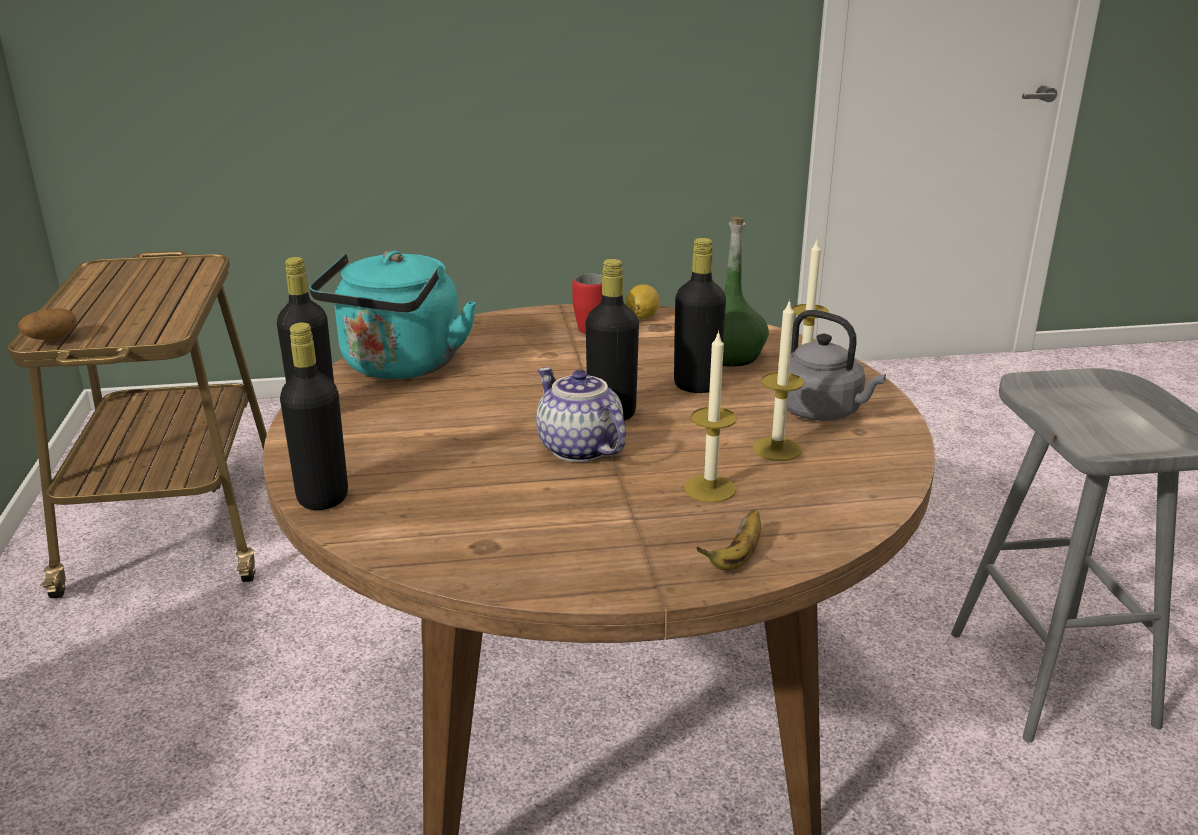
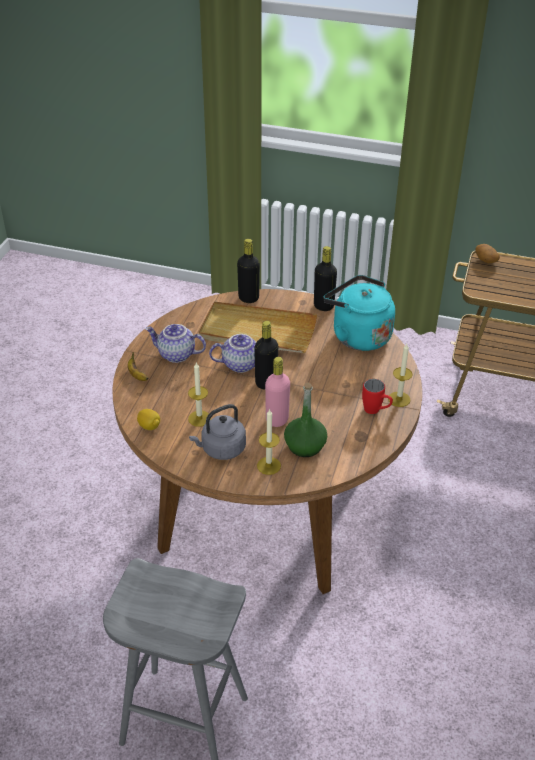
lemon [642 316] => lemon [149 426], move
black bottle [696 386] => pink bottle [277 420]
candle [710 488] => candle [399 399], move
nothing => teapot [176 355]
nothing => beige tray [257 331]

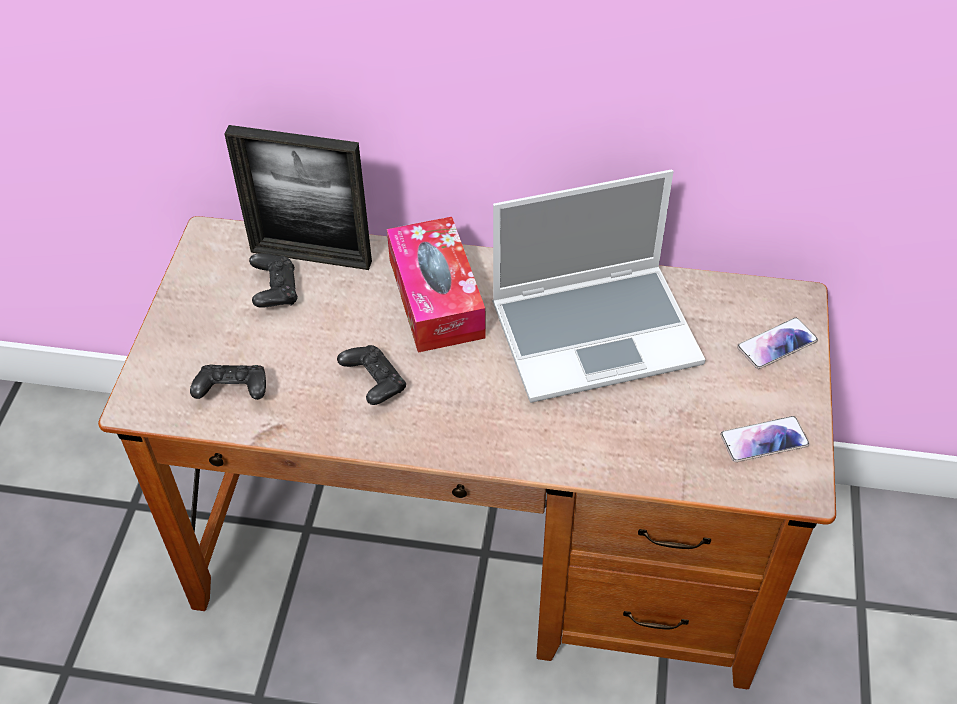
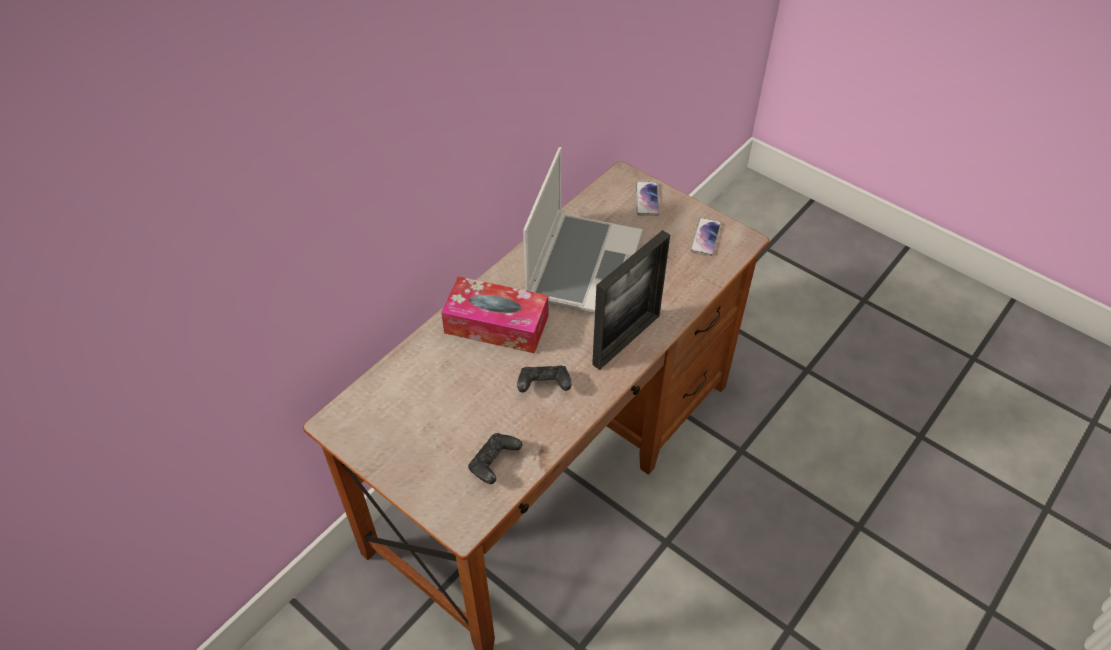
picture frame [311 256] => picture frame [626 340], move
black game controller [275 291] => nothing

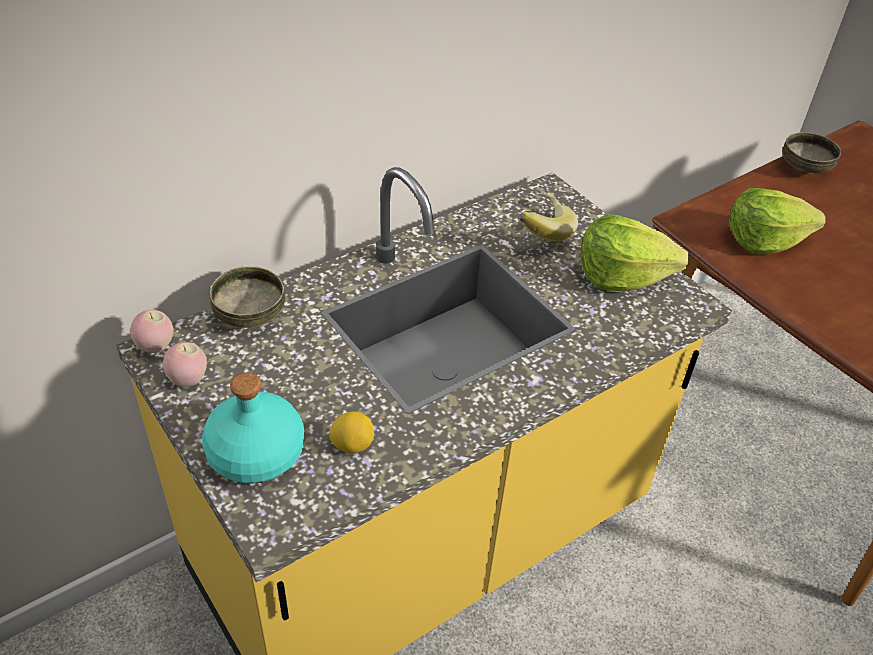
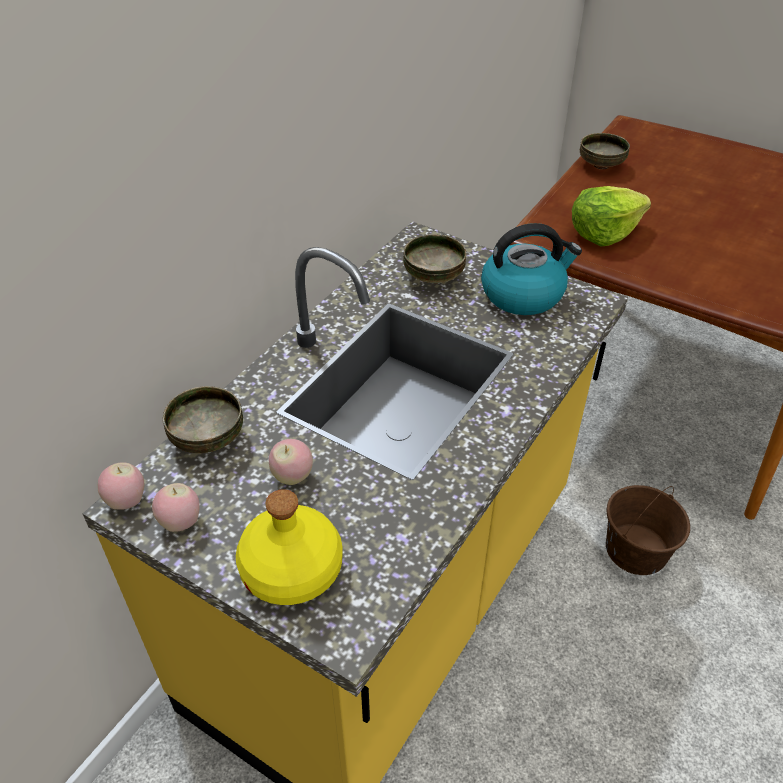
turquoise bottle [255 453] => yellow bottle [291 570]
lemon [352 445] => nothing
banana [541 232] => bowl [433 276]
lettuce [622 275] => kettle [523 294]
nothing => apple [292 476]
nothing => brown bucket [636 549]

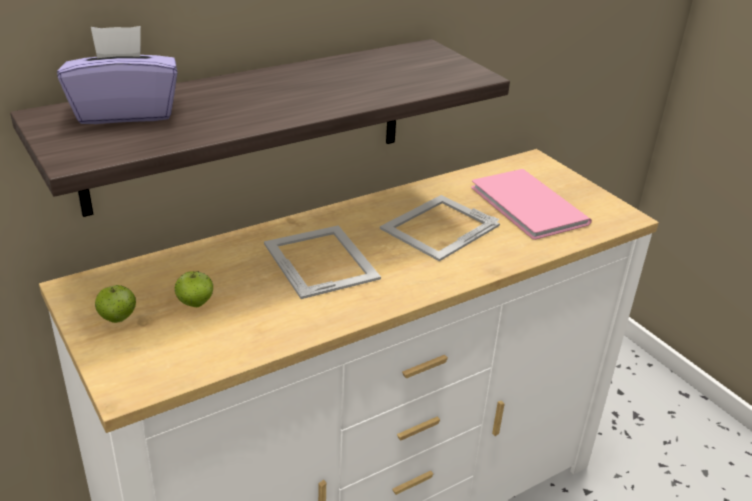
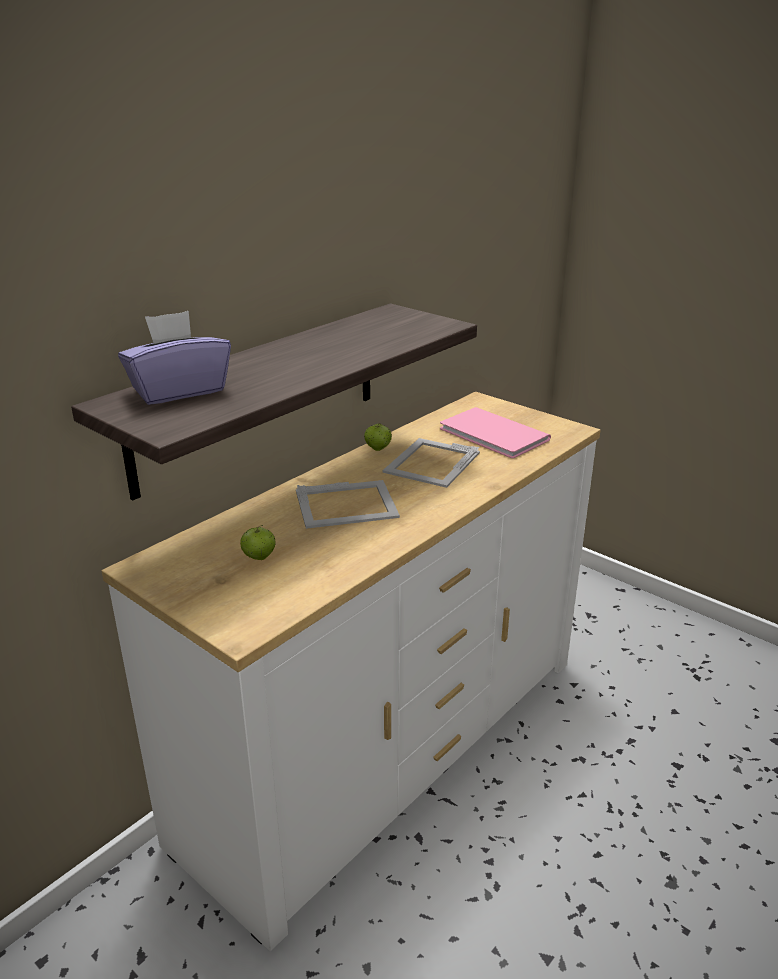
apple [118 318] => apple [378 448], move
picture frame [321 260] => picture frame [347 504], 120 degrees clockwise

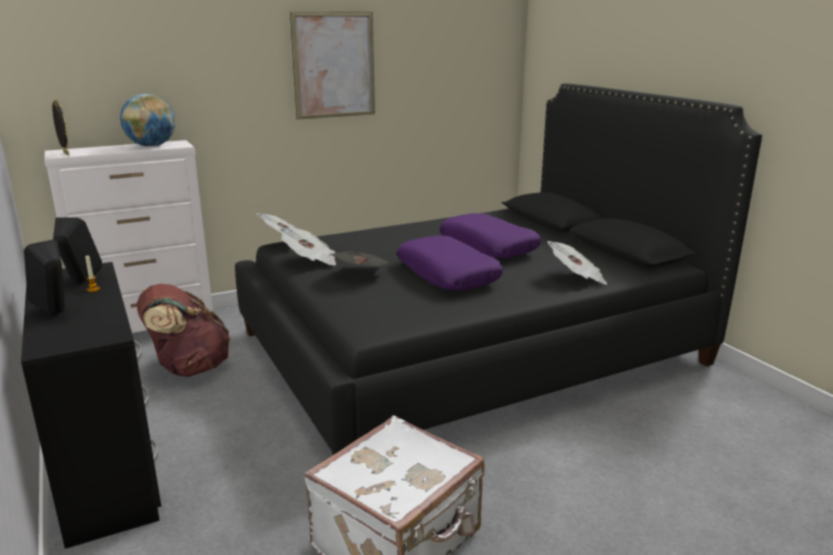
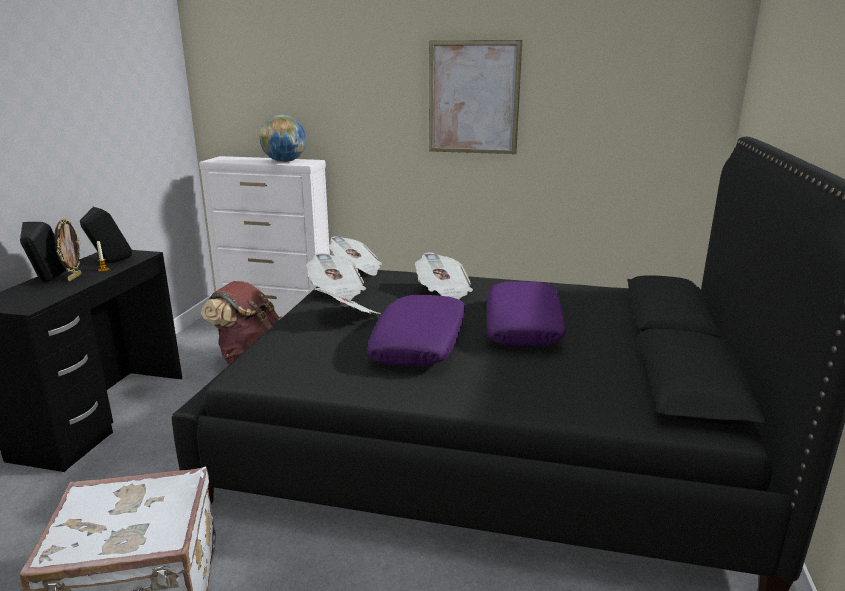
picture frame [65 154] => picture frame [74 277], move
newspaper [576 278] => newspaper [443 292], move

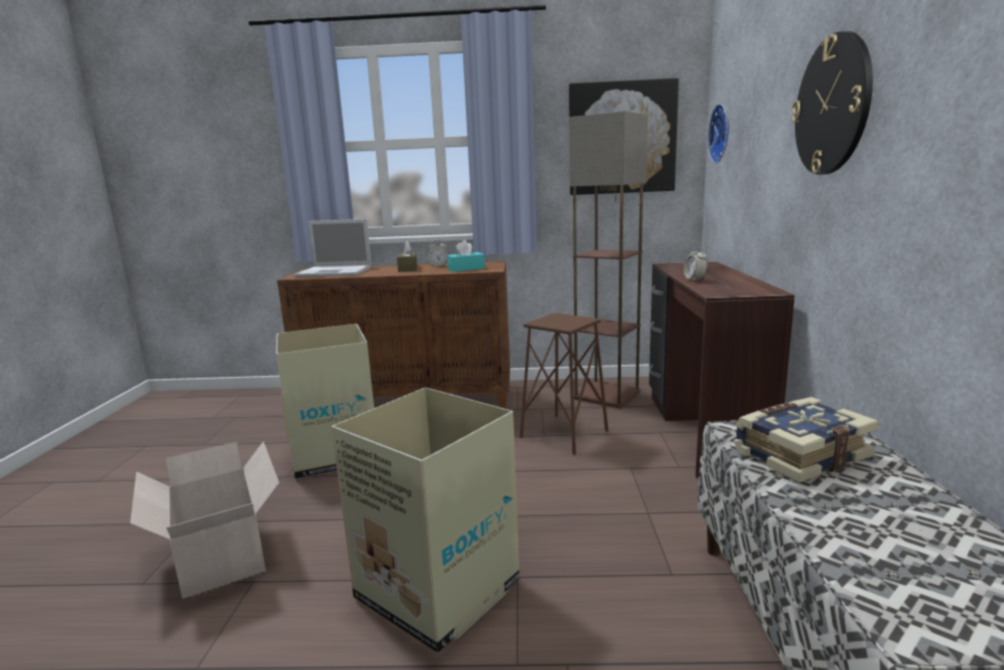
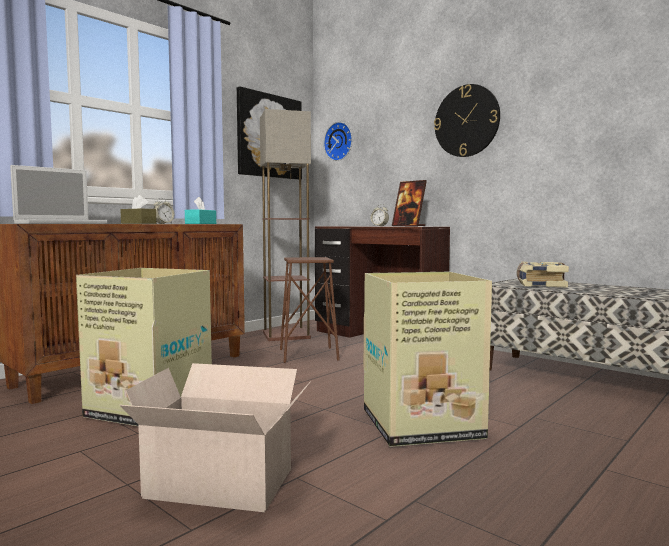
nothing => picture frame [408 226]

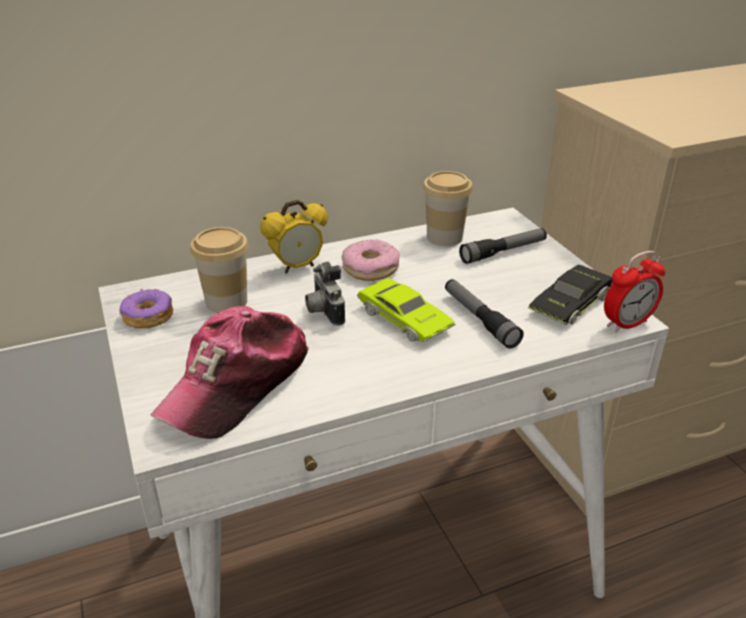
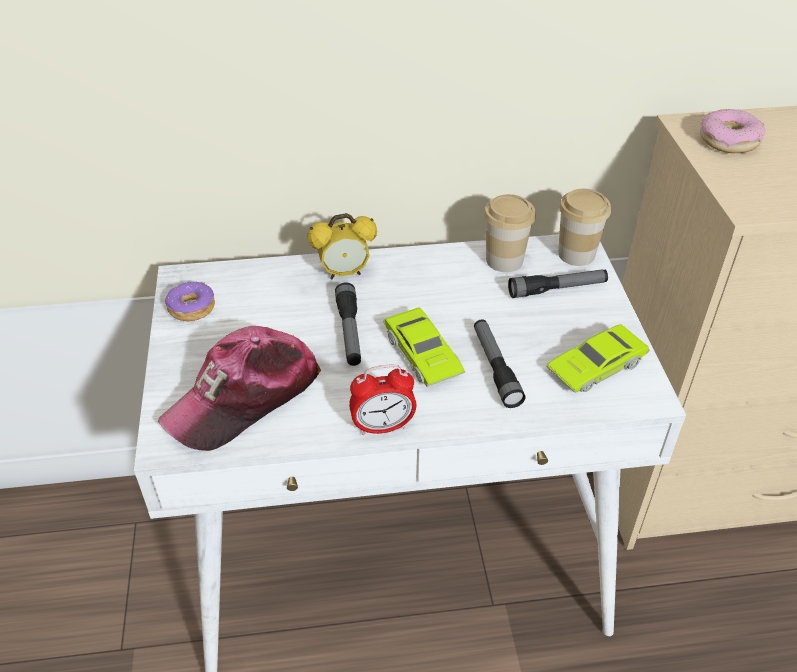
cup [226 302] => cup [576 254], move
photo camera [323 312] => flashlight [349 331]
donut [370 268] => donut [729 140], move
black toy car [570 303] => green toy car [596 366]
alarm clock [627 324] => alarm clock [383 426], move

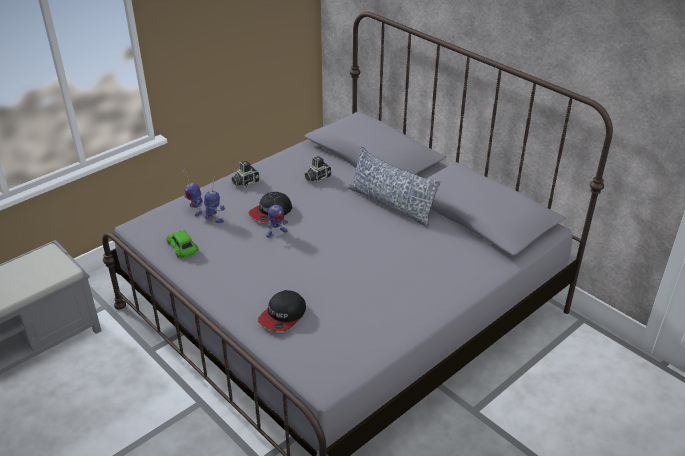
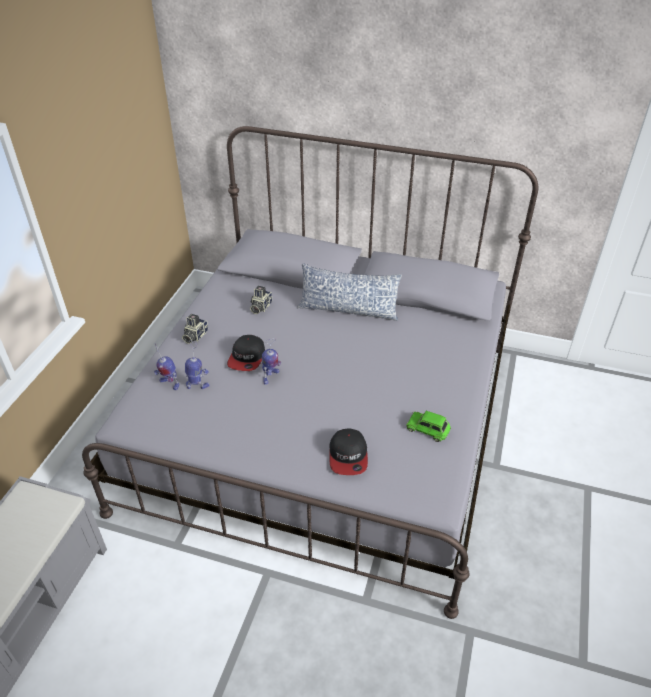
green toy car [183 247] => green toy car [428 429], move

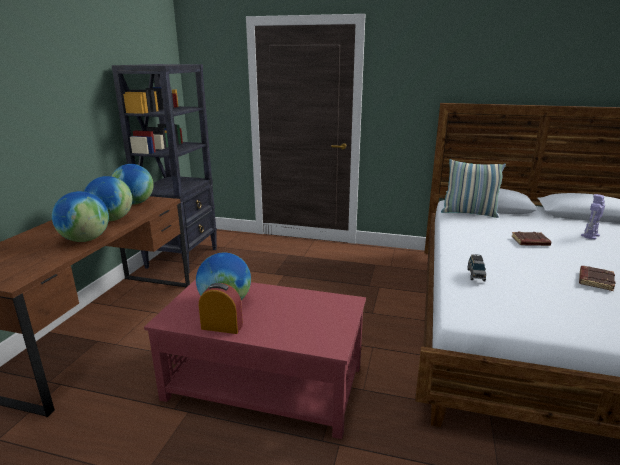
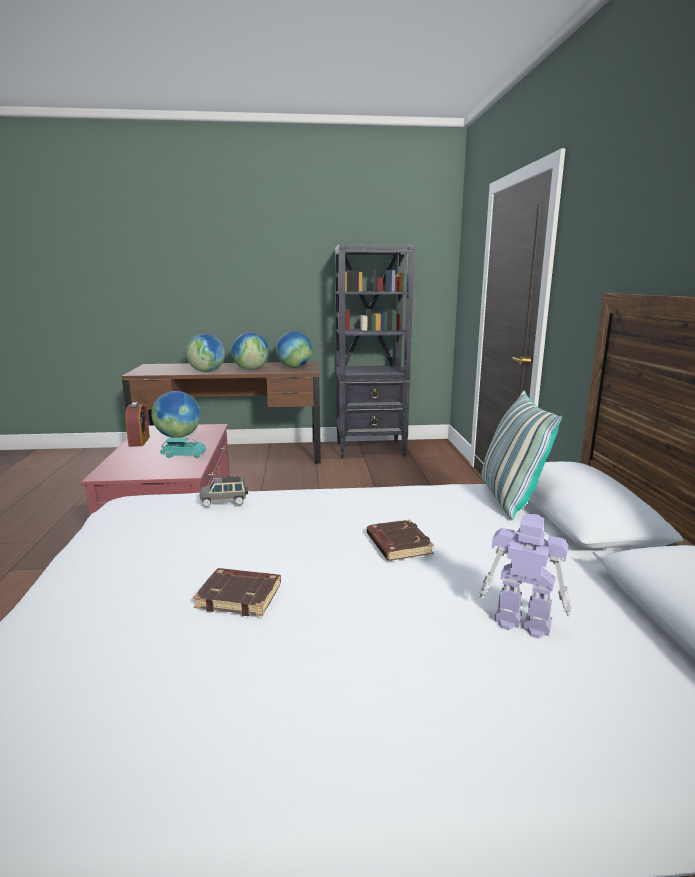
nothing => turquoise toy car [184 455]

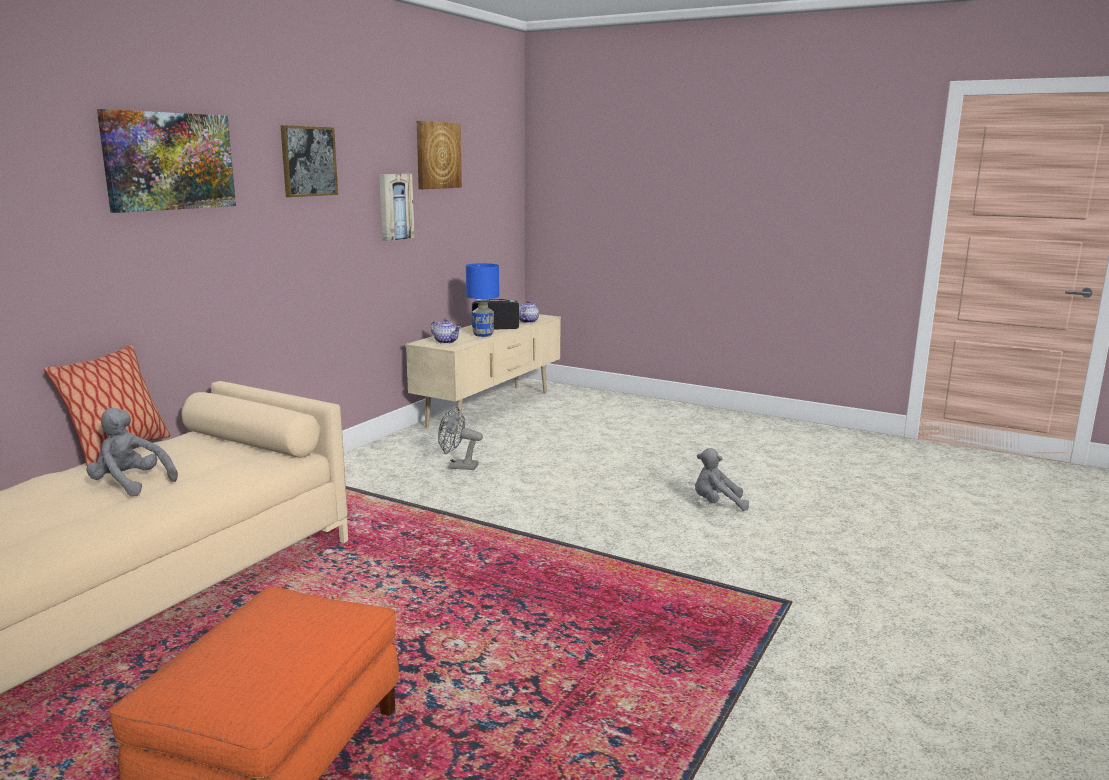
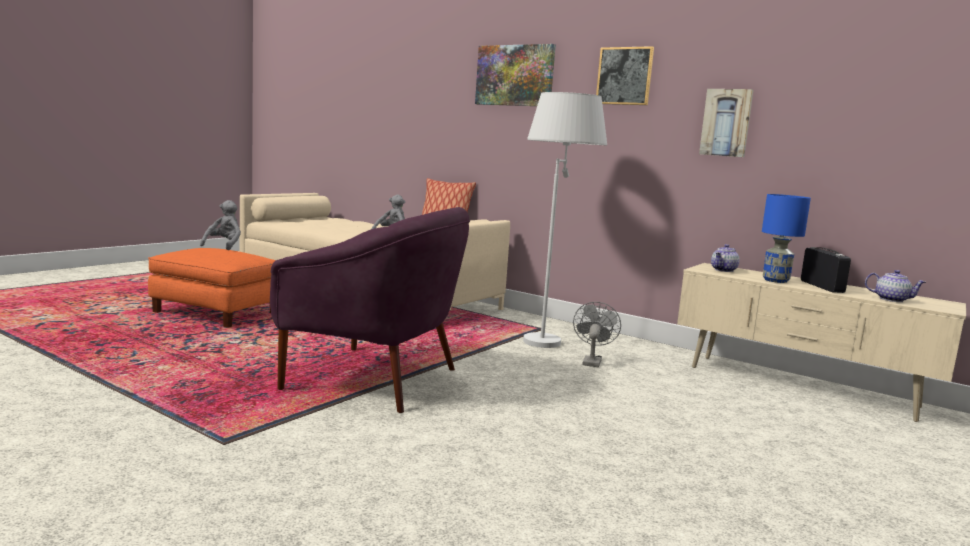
picture [437 155] => nothing
grey plush toy [717 504] => grey plush toy [224 246], move
nothing => purple armchair [374 378]
nothing => white floor lamp [549 337]

